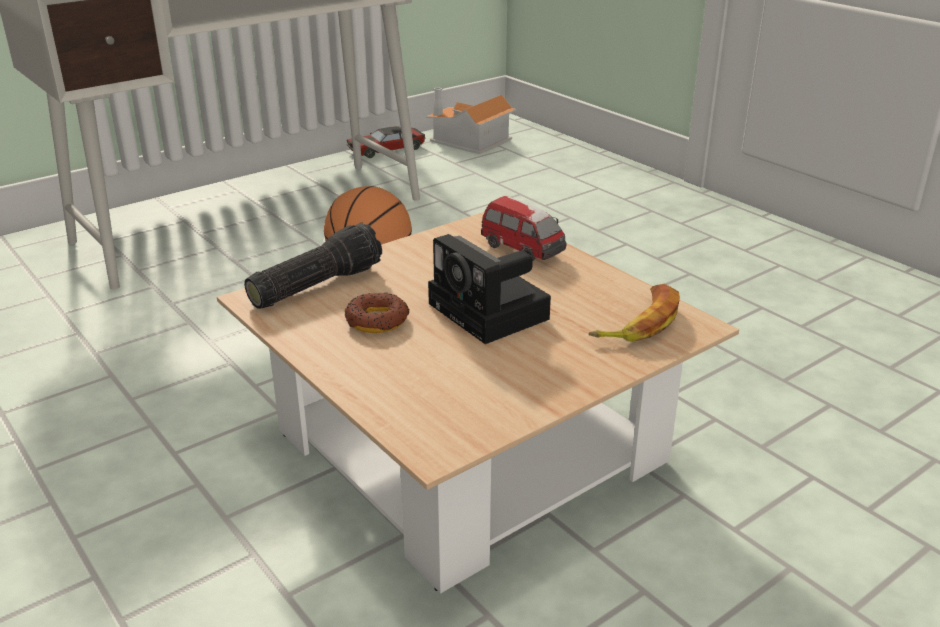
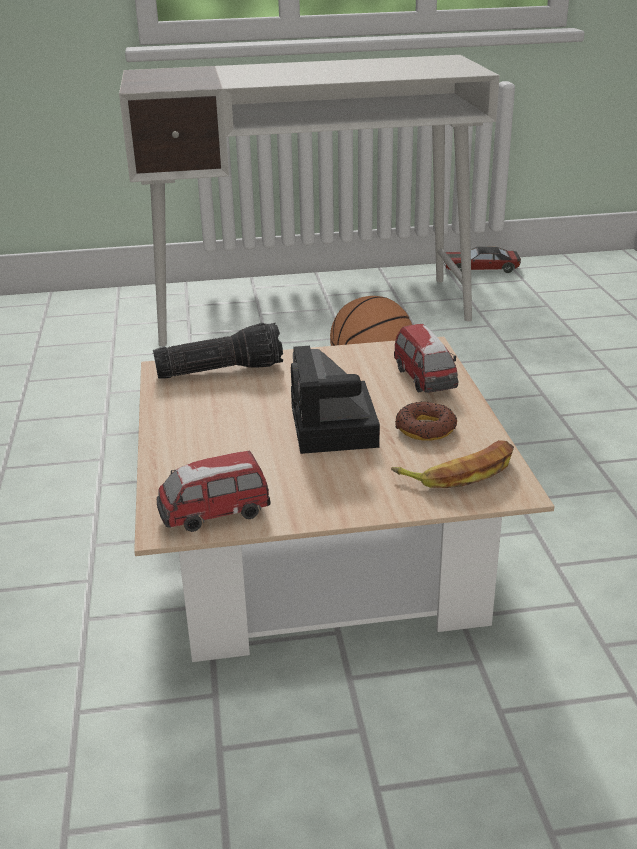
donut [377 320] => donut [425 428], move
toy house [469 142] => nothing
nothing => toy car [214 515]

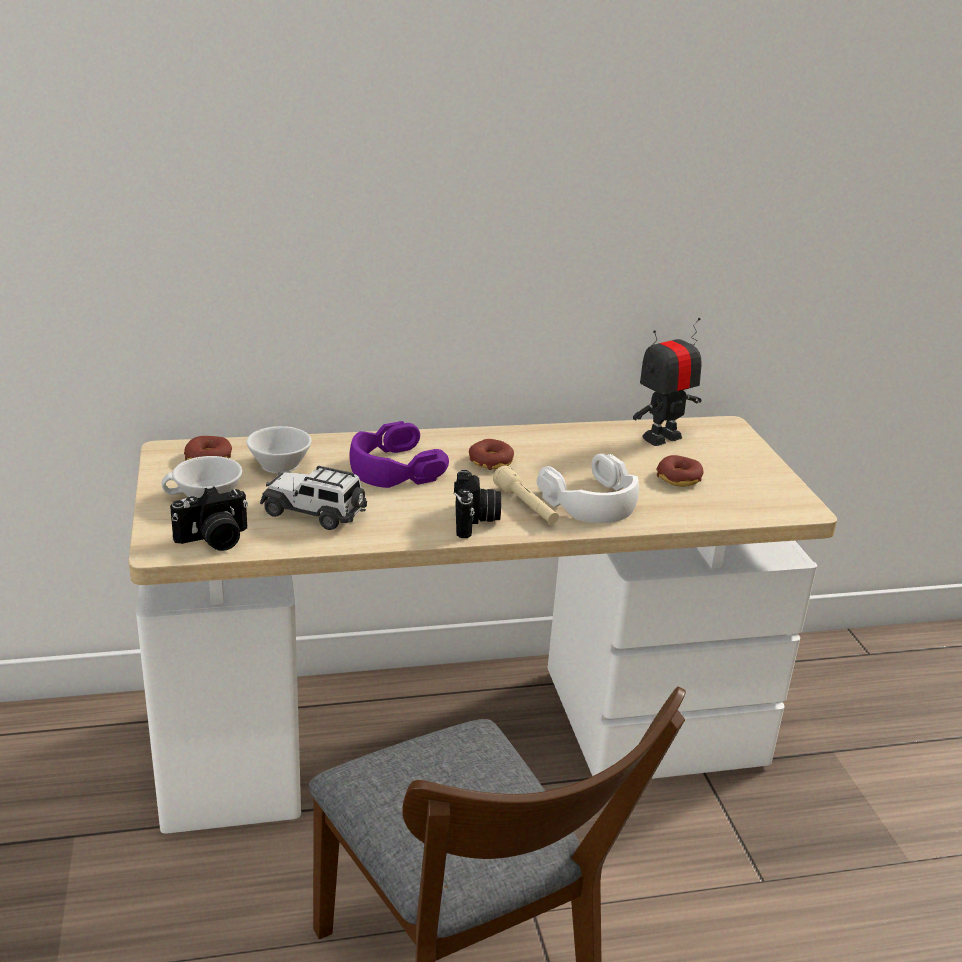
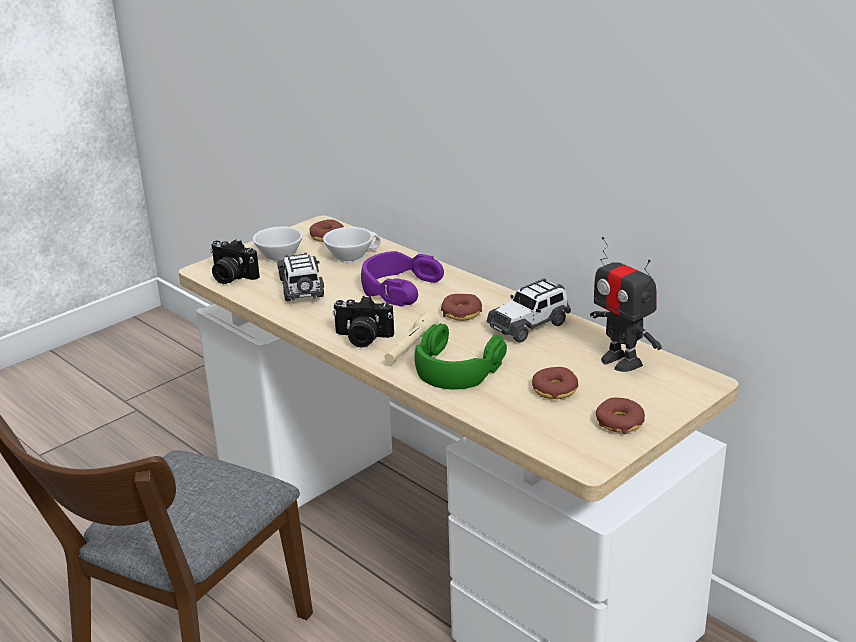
photo camera [475 521] => photo camera [362 338], 45 degrees clockwise
white headphones [592 501] => green headphones [456 368]
toy robot [661 438] => toy robot [621 361], 150 degrees counterclockwise
nothing => toy car [529 325]
nothing => donut [619 422]

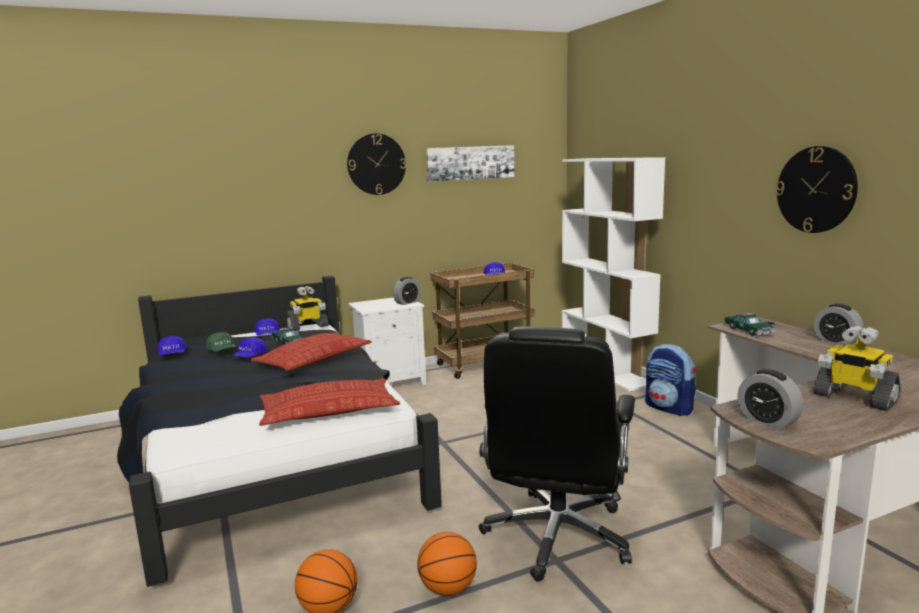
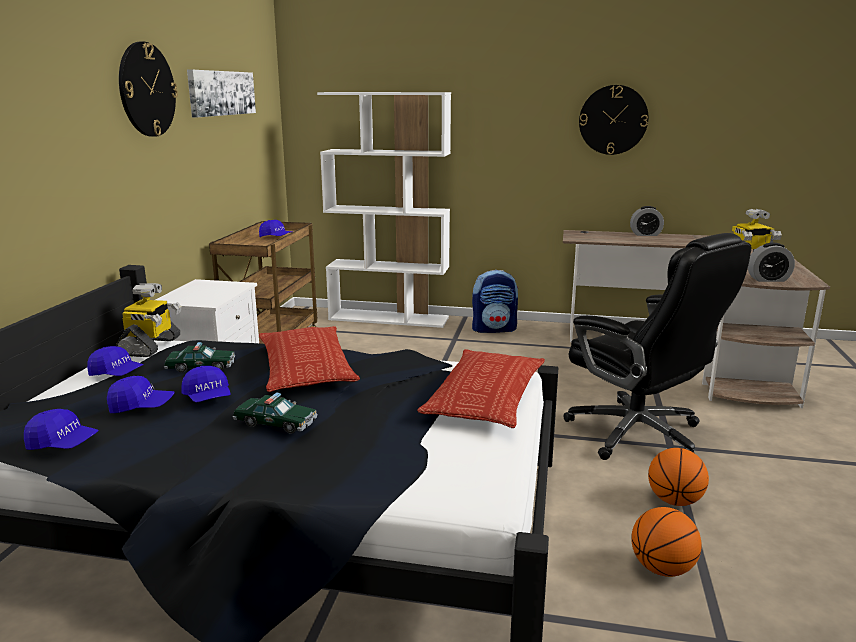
green cap [222 351] => blue cap [141 407]
alarm clock [407 302] => nothing
toy car [748 331] => toy car [276 423], move

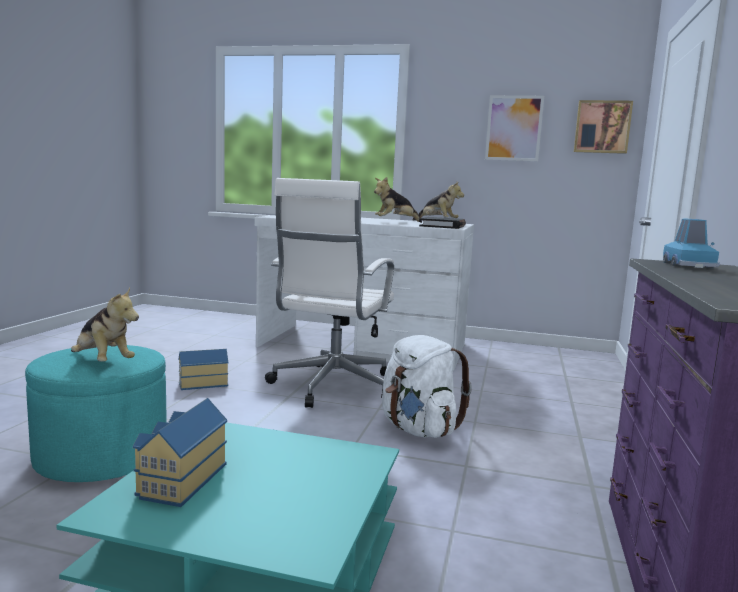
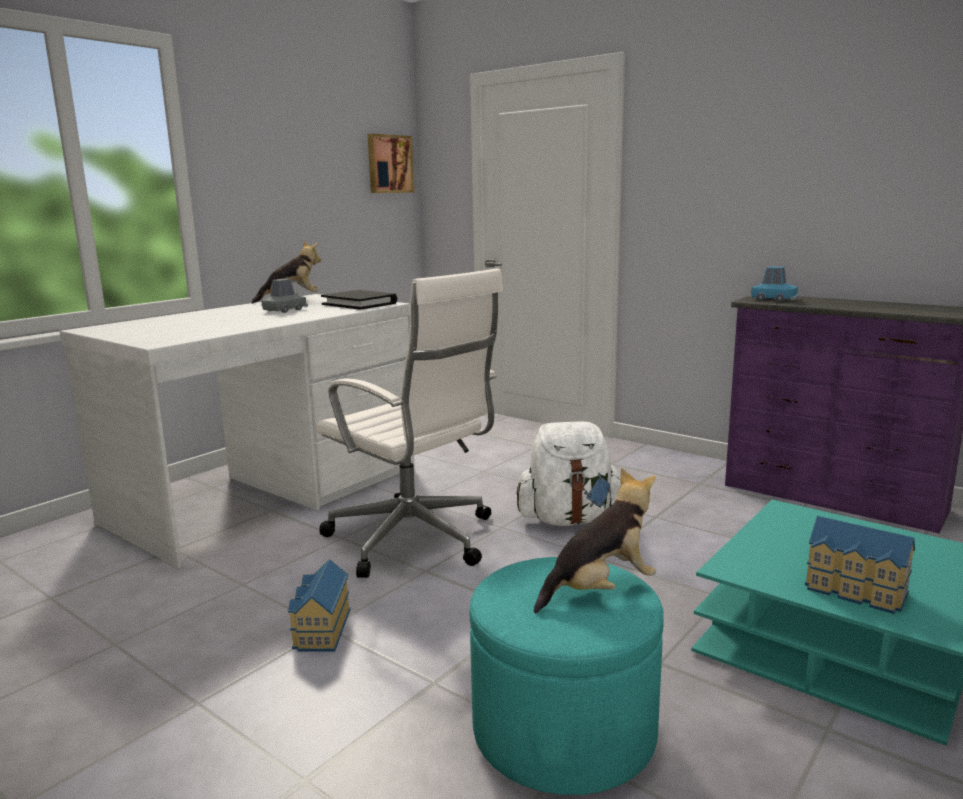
plush toy [395 222] => grey toy car [285 310]
picture [514 128] => nothing

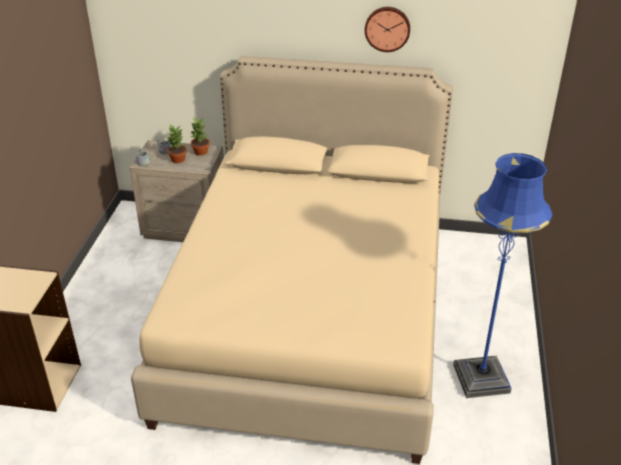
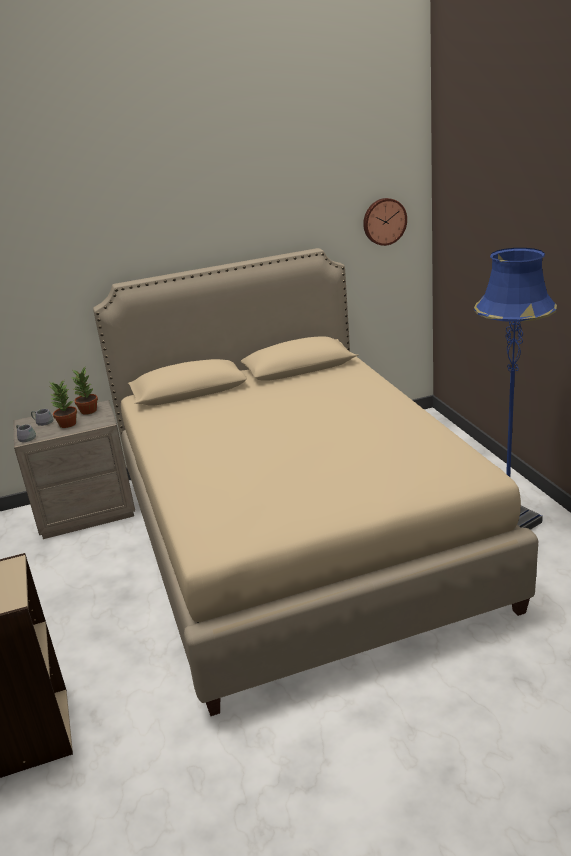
wall clock [387 28] => wall clock [384 221], move

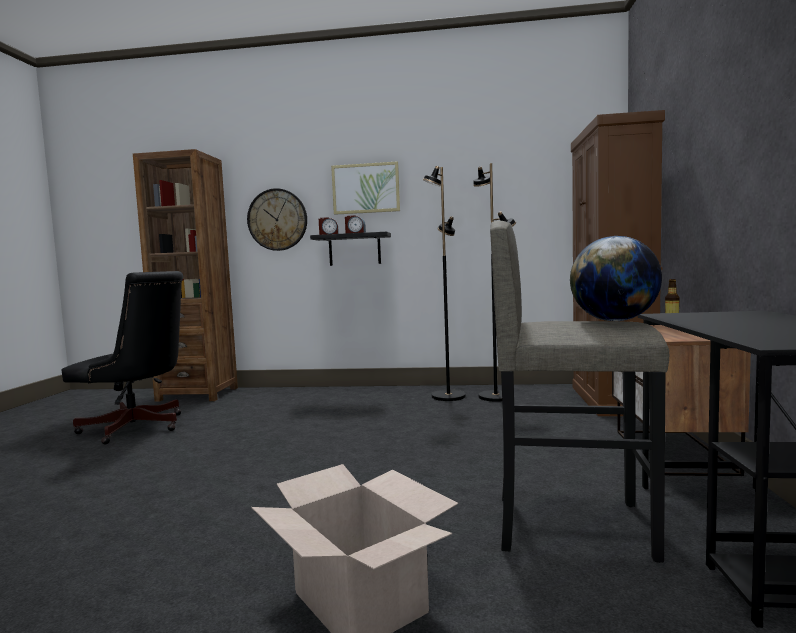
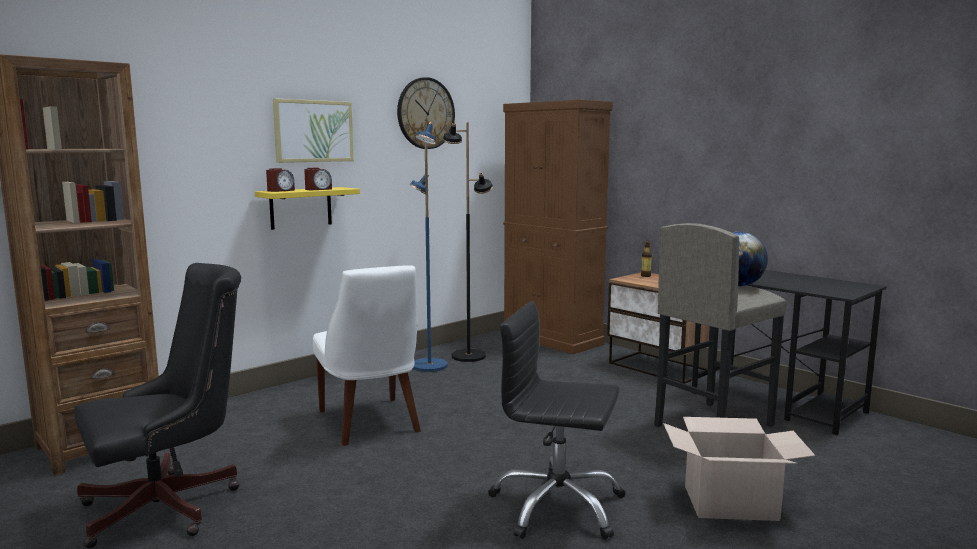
wall clock [277 219] => wall clock [425 113], move
black shelf [354 249] => yellow shelf [301 208]
black floor lamp [447 396] => blue floor lamp [428 366]
nothing => white chair [370 423]
nothing => black office chair [557 506]

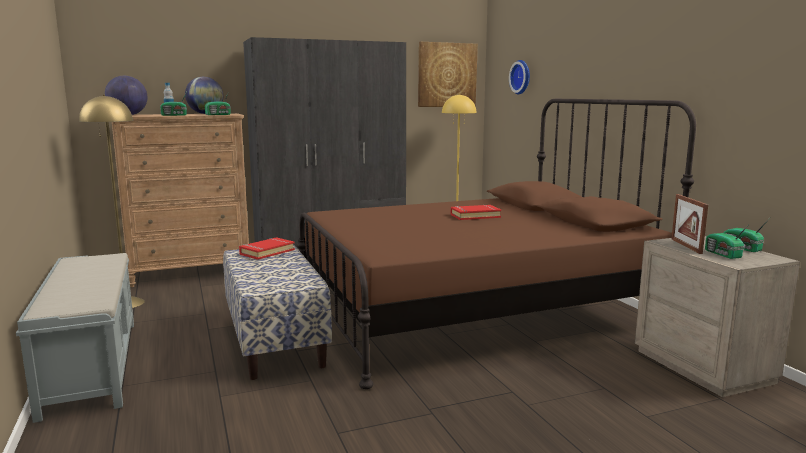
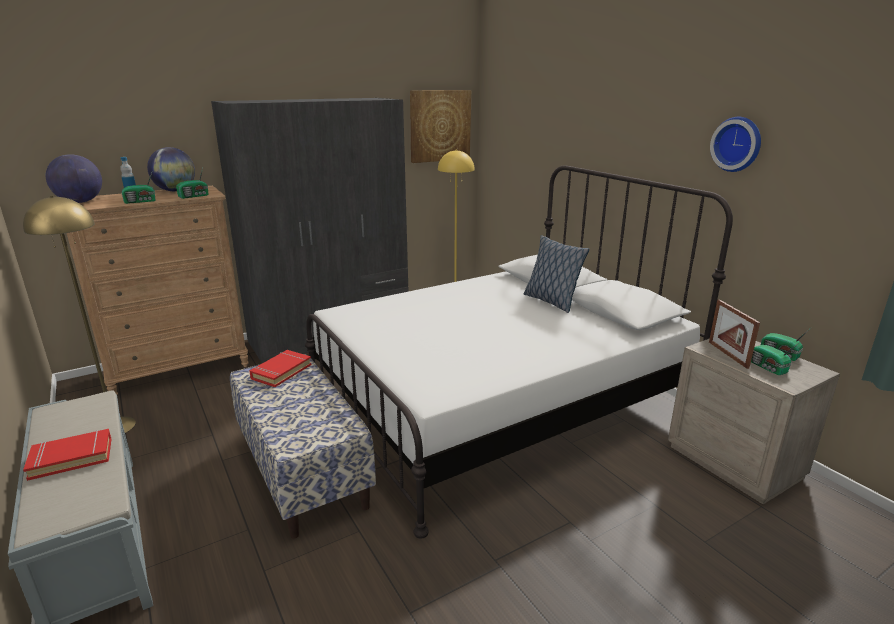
brown bed [473 311] => white bed [498 403]
red book [475 216] => red book [71 458], move
wall clock [522 77] => wall clock [737 144], move
nothing => pillow [551 301]

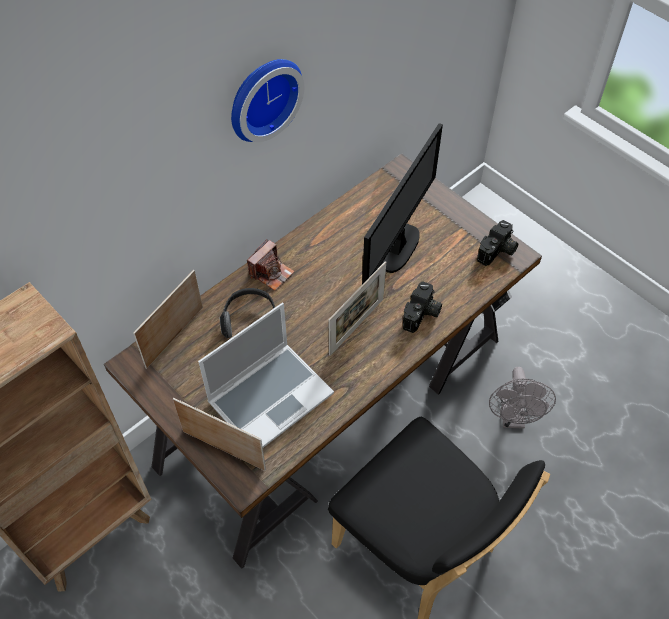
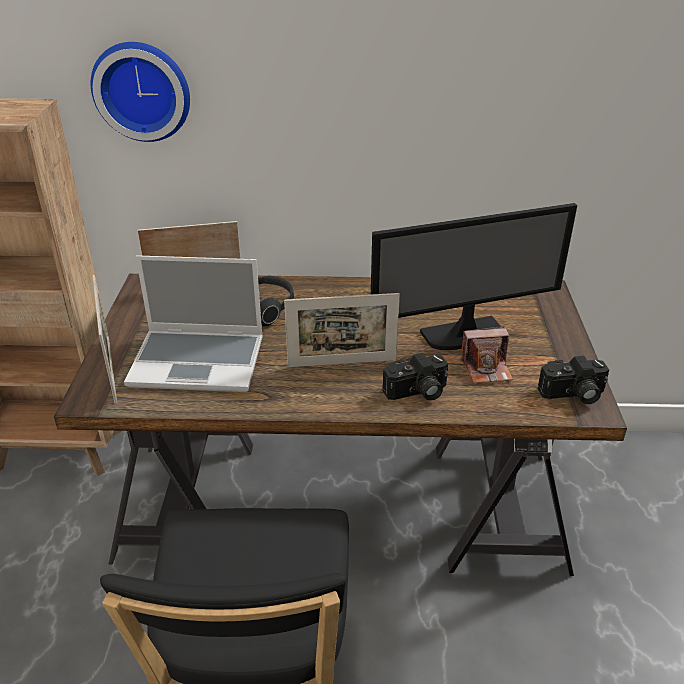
wall clock [262 97] => wall clock [143 90], move
photo camera [271 273] => photo camera [486 368], move
grey fan [513 418] => nothing

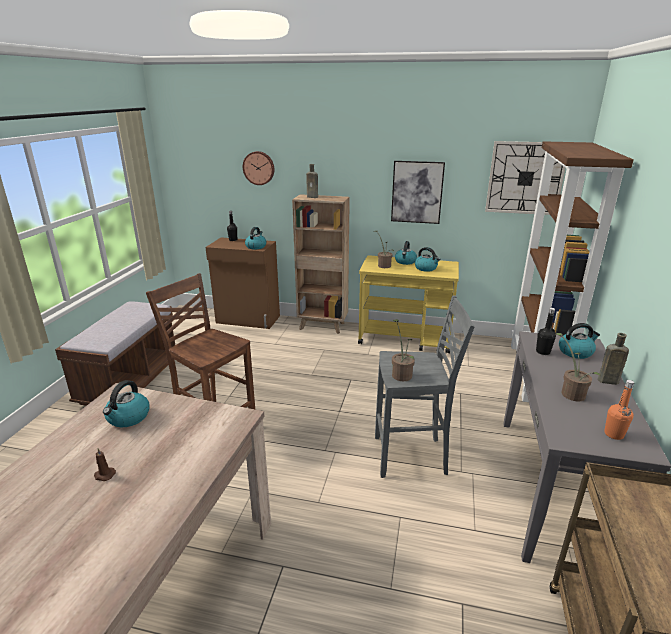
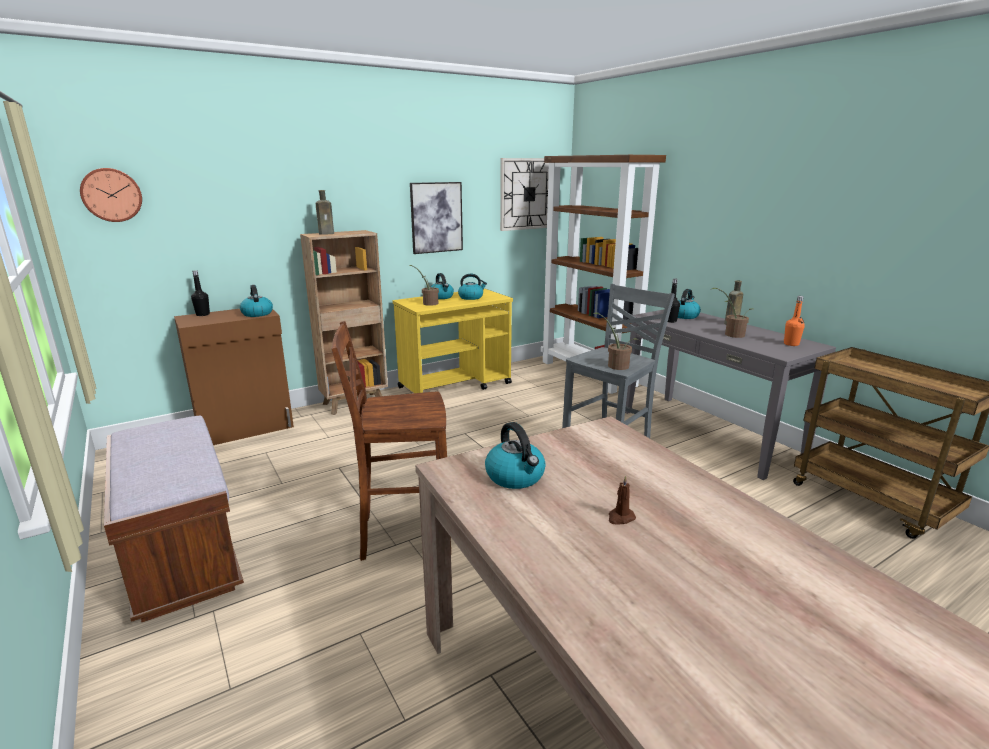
wall clock [259 168] => wall clock [111 195], move

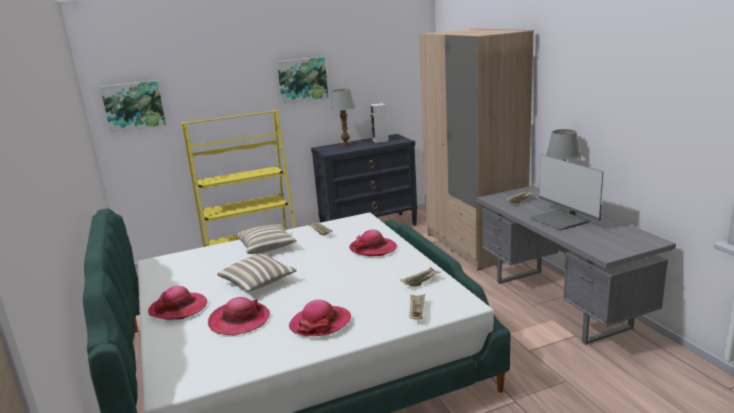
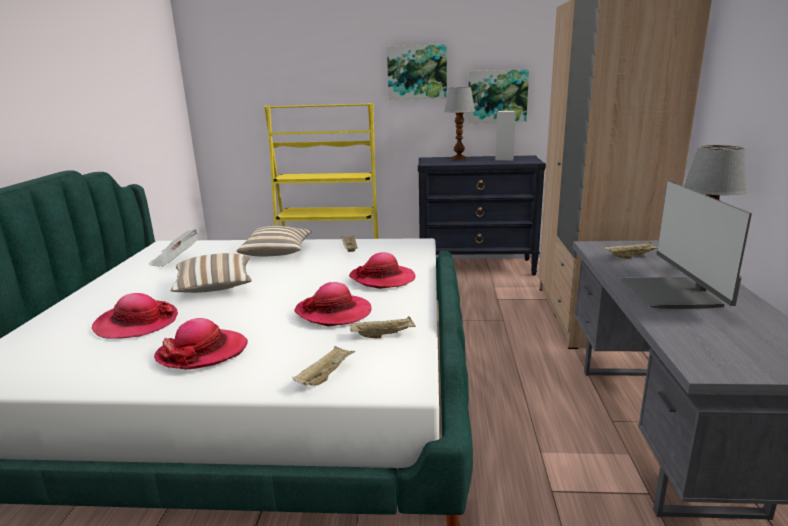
picture [134 106] => picture [497 96], move
hat [179 308] => hat [334 312], move
nothing => newspaper [176 261]

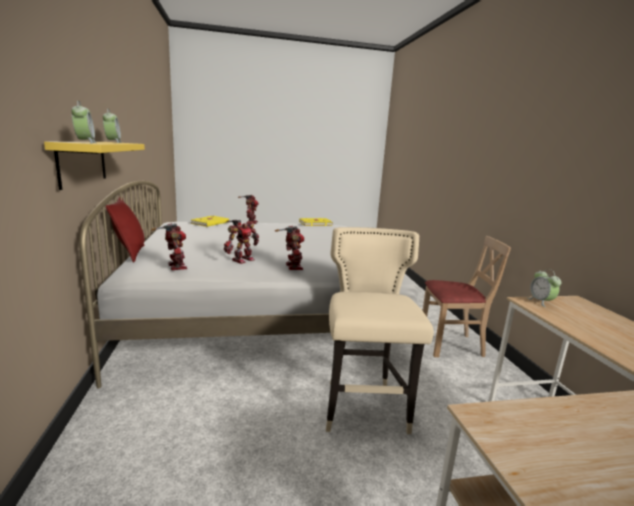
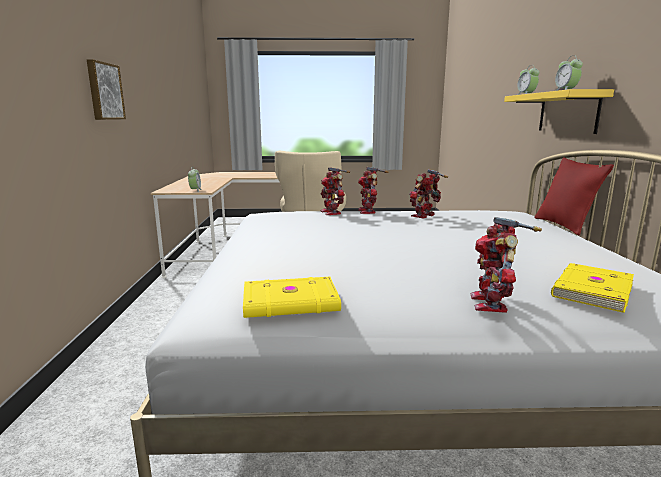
toy robot [175 267] => toy robot [332 212], move
beige chair [450 344] => nothing
nothing => picture [104 91]

